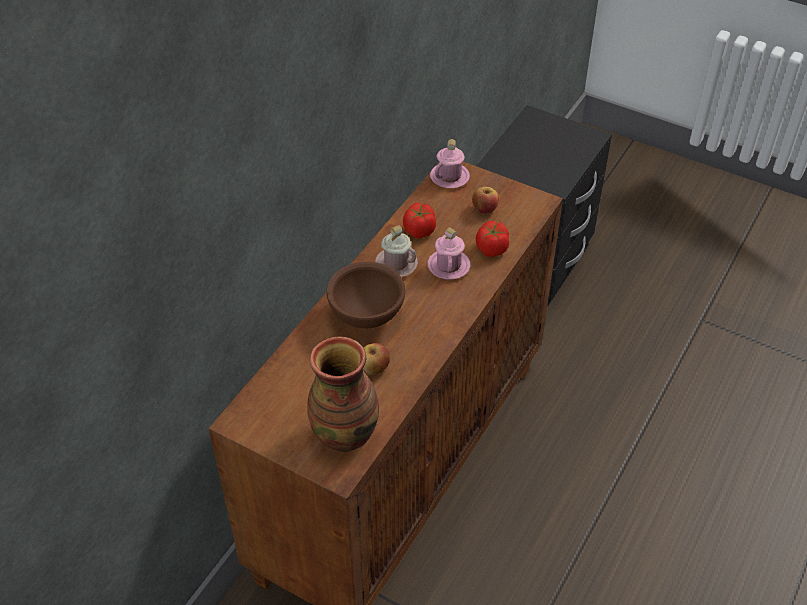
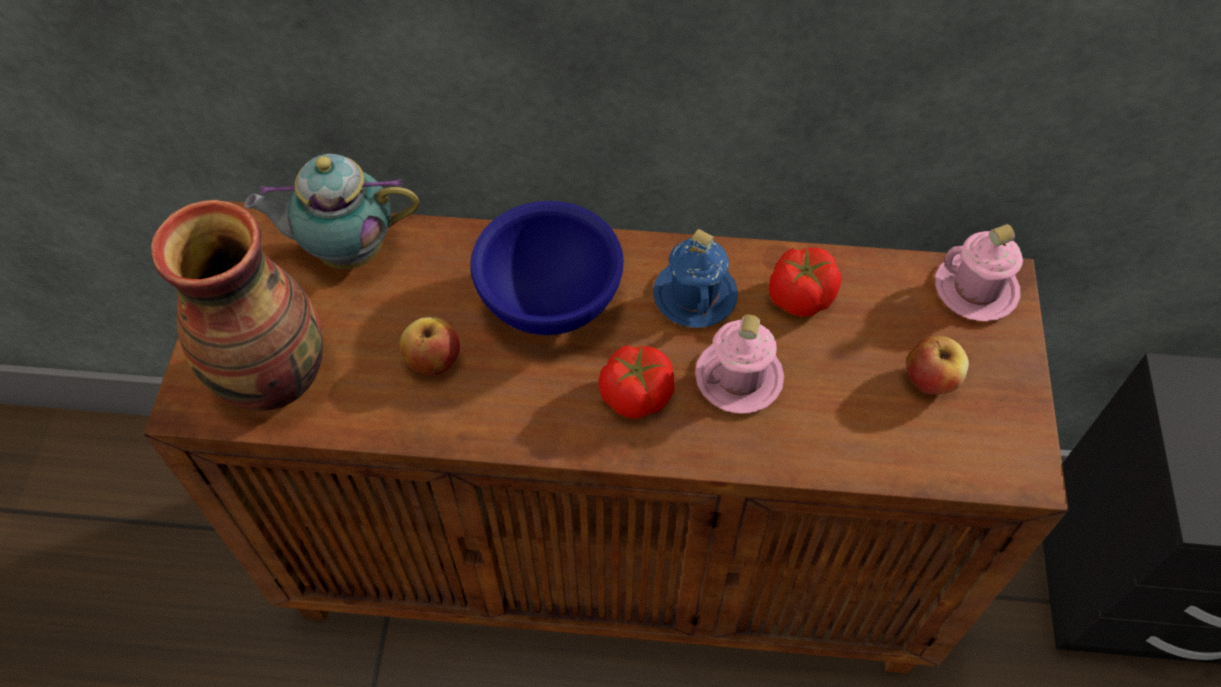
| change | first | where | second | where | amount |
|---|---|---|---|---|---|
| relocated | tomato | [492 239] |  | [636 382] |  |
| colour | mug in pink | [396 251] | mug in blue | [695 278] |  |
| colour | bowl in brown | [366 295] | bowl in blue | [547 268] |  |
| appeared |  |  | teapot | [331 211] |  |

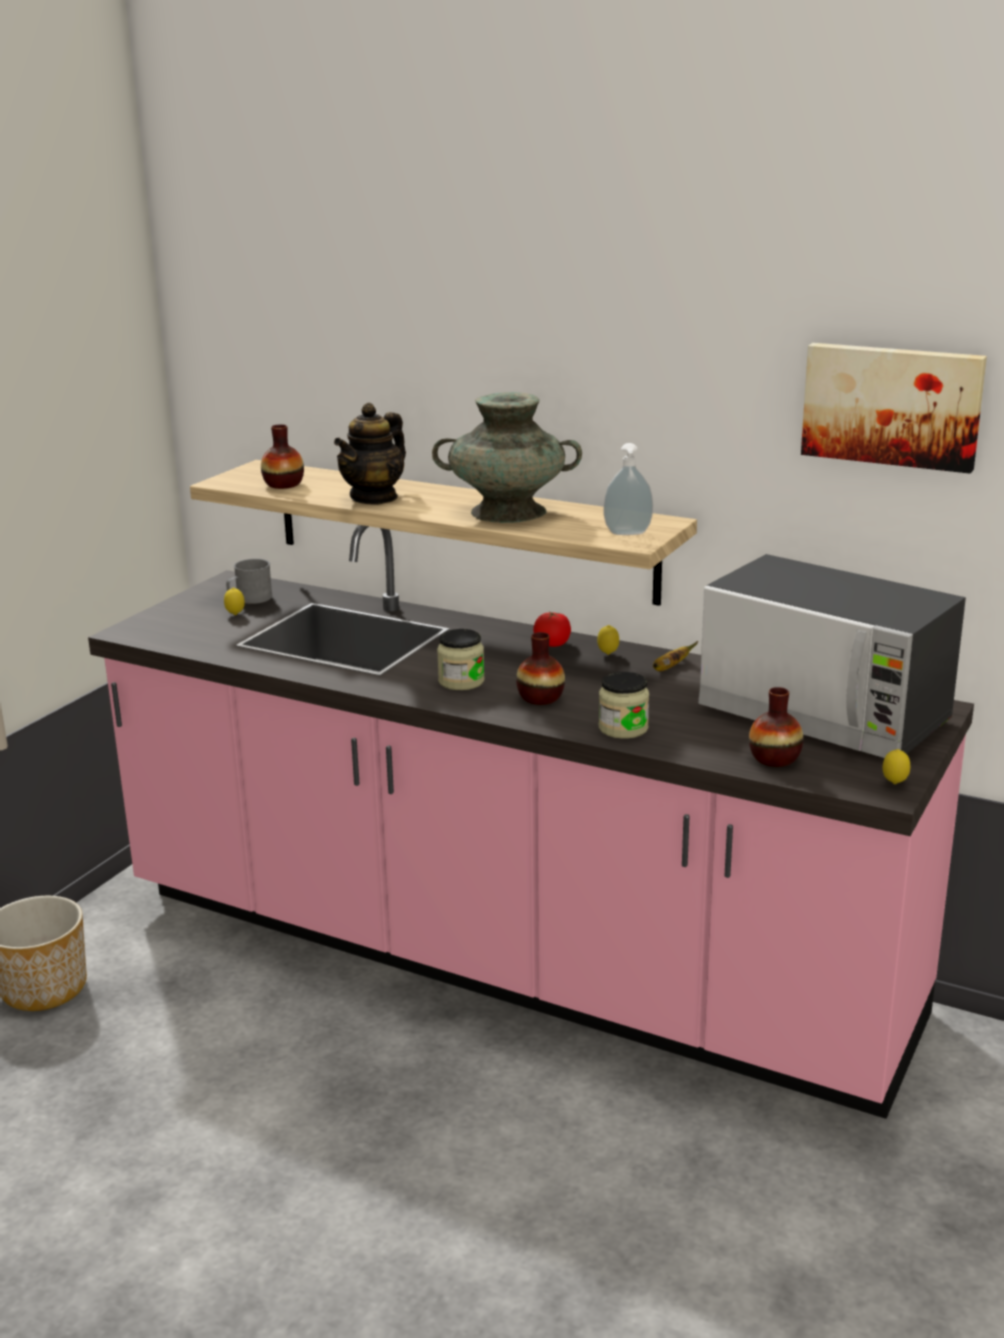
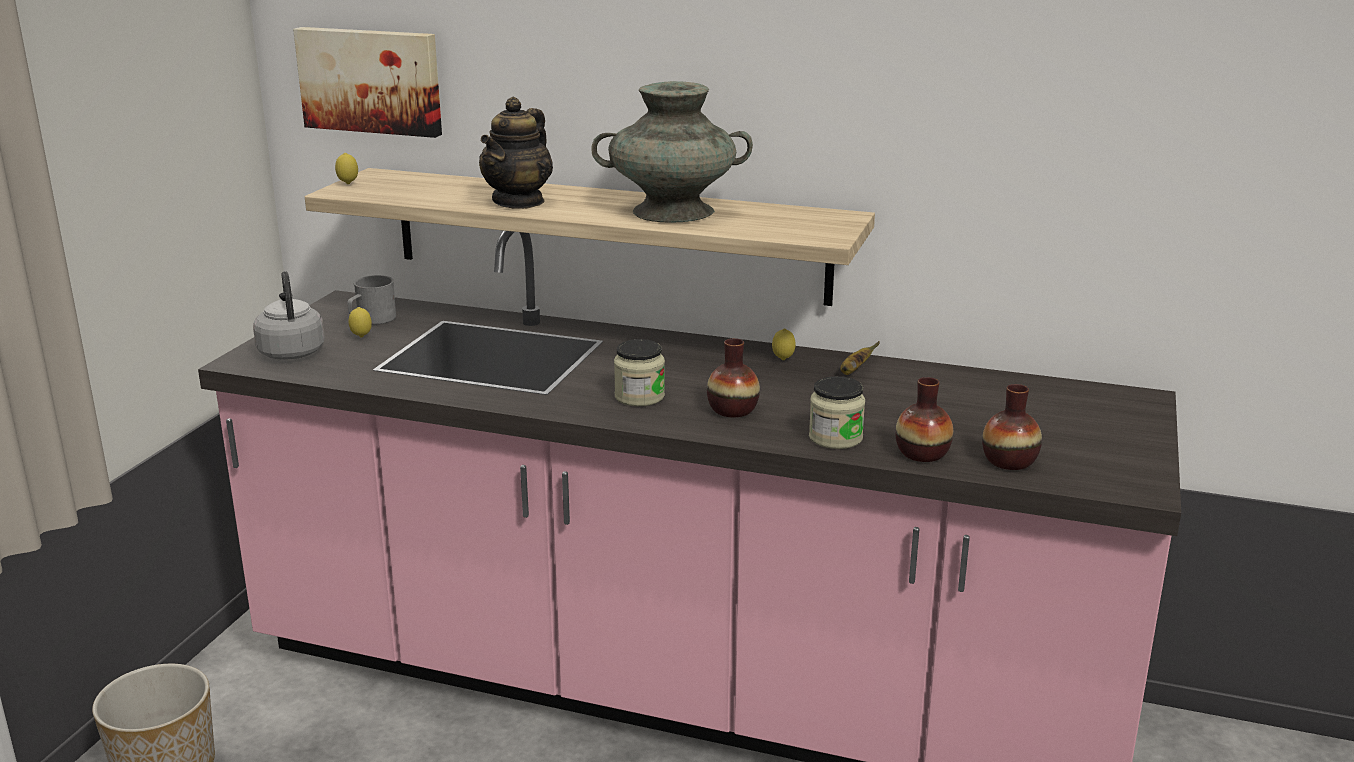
| change | first | where | second | where | amount |
|---|---|---|---|---|---|
| relocated | picture | [894 408] |  | [367 82] |  |
| relocated | vase | [282 456] |  | [924 419] |  |
| missing | soap dispenser | [628 489] |  |  |  |
| missing | microwave | [832 656] |  |  |  |
| missing | tomato | [552 629] |  |  |  |
| relocated | lemon | [896 766] |  | [346 168] |  |
| appeared |  |  | kettle in grey | [289 315] |  |

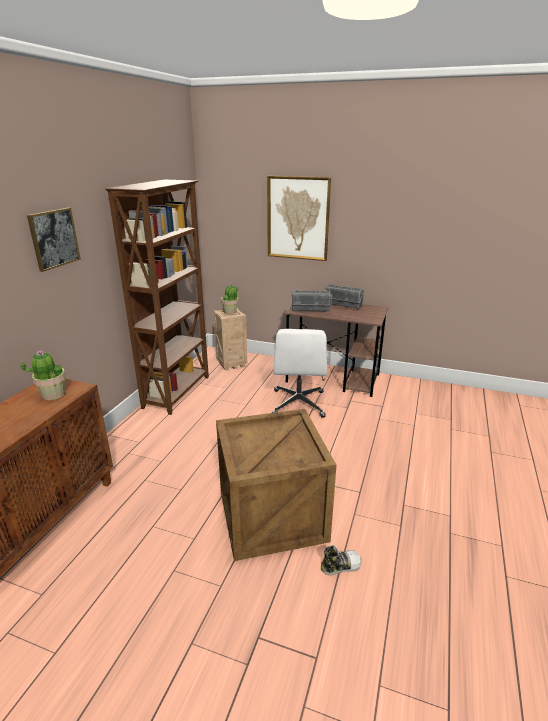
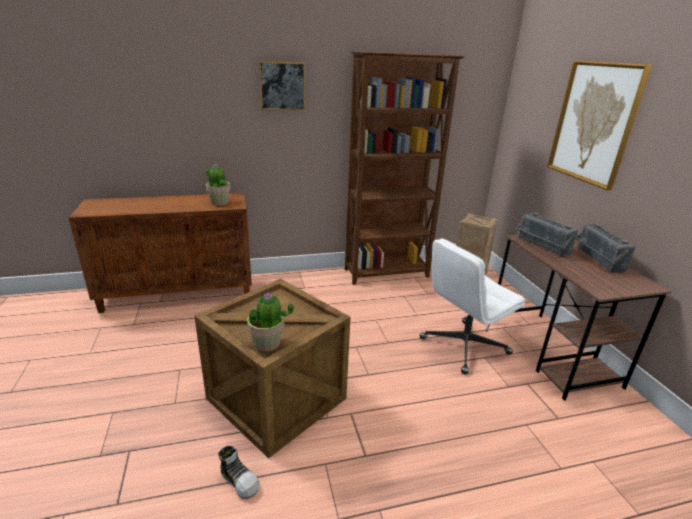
| change | first | where | second | where | amount |
|---|---|---|---|---|---|
| relocated | potted plant | [229 299] |  | [270 322] |  |

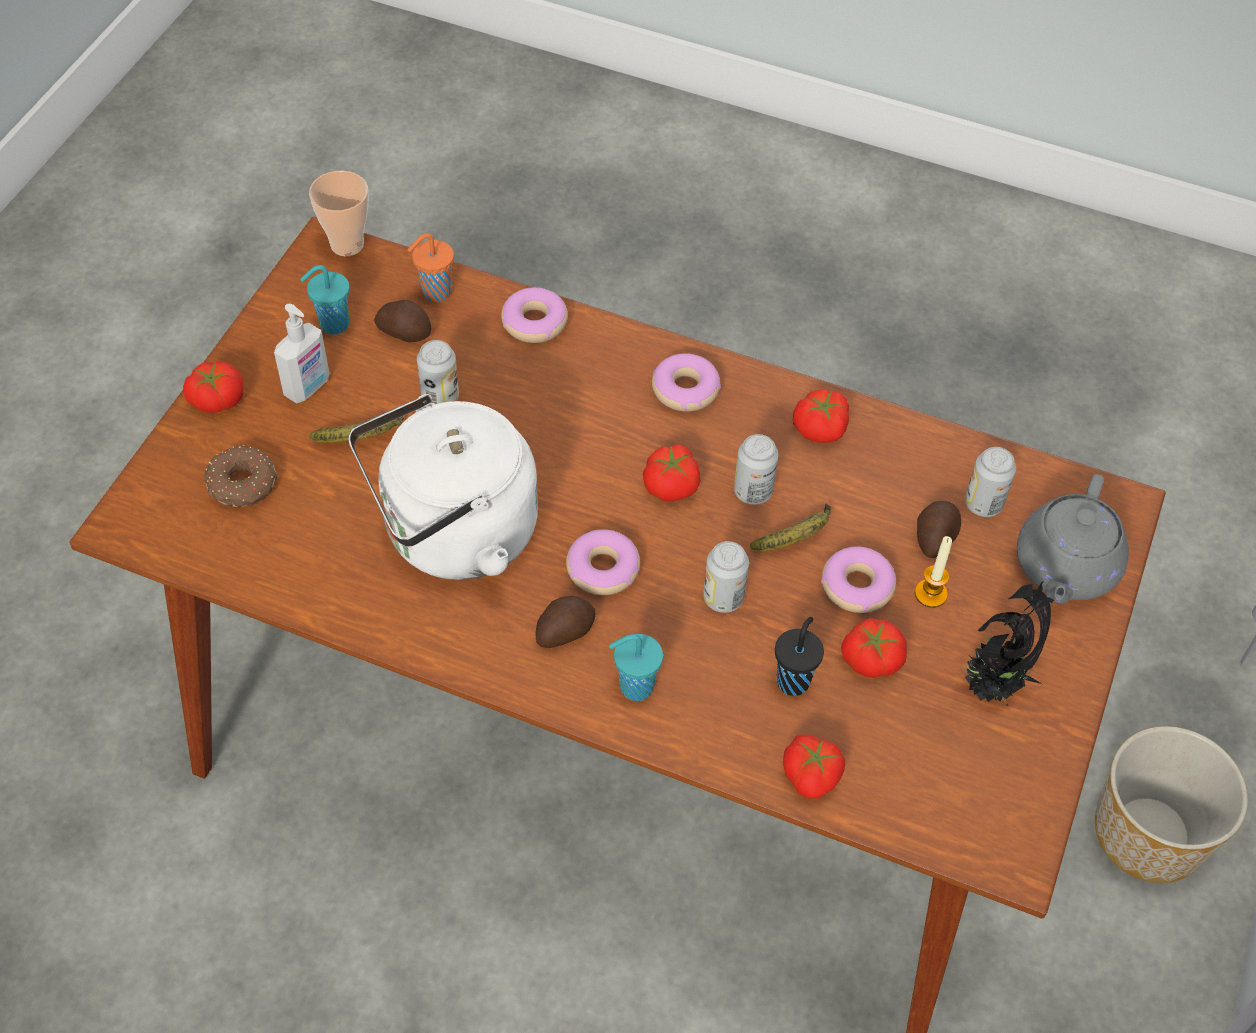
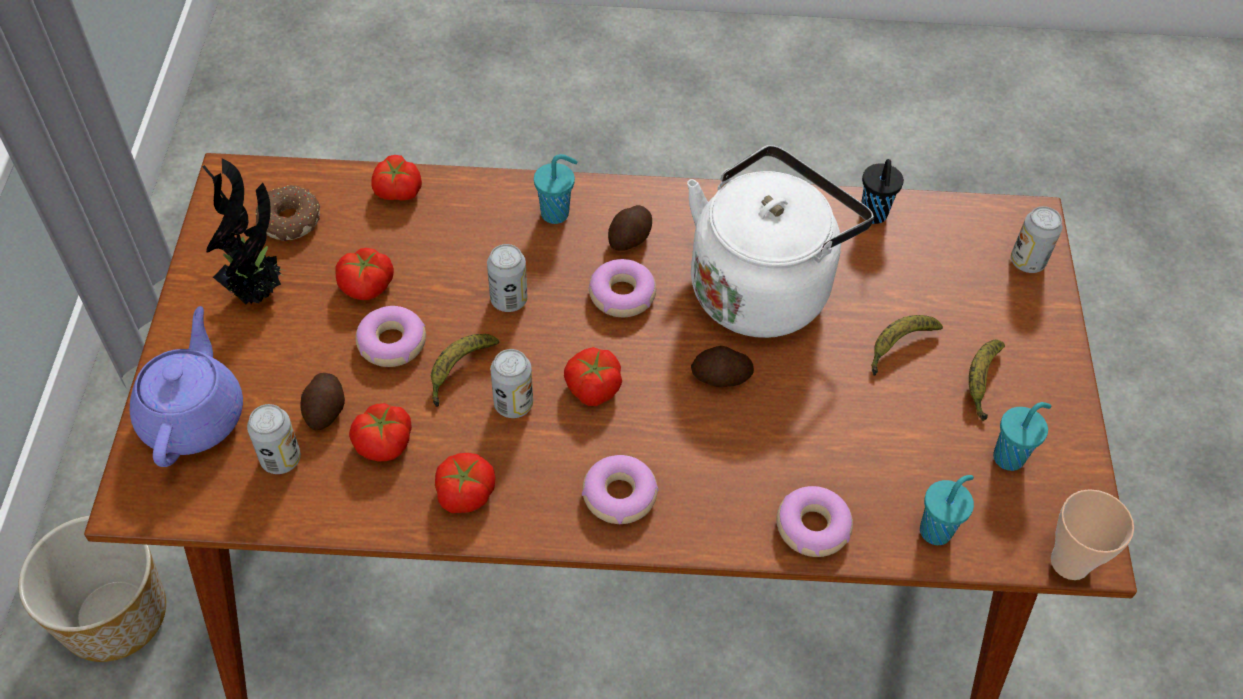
| change | first | where | second | where | amount |
|---|---|---|---|---|---|
| colour | cup in orange | [430 267] | cup in turquoise | [947 510] |  |
| relocated | potato | [402 321] |  | [722 366] |  |
| exchanged | soap dispenser | [302 354] | banana | [987 380] |  |
| relocated | can | [438 372] |  | [1037 239] |  |
| relocated | tomato | [213 387] |  | [380 432] |  |
| relocated | donut | [241 476] |  | [288 213] |  |
| colour | teapot in grey | [1073 538] | teapot in purple | [186 386] |  |
| missing | candle | [933 572] |  |  |  |
| relocated | cup in black | [799 656] |  | [882 191] |  |

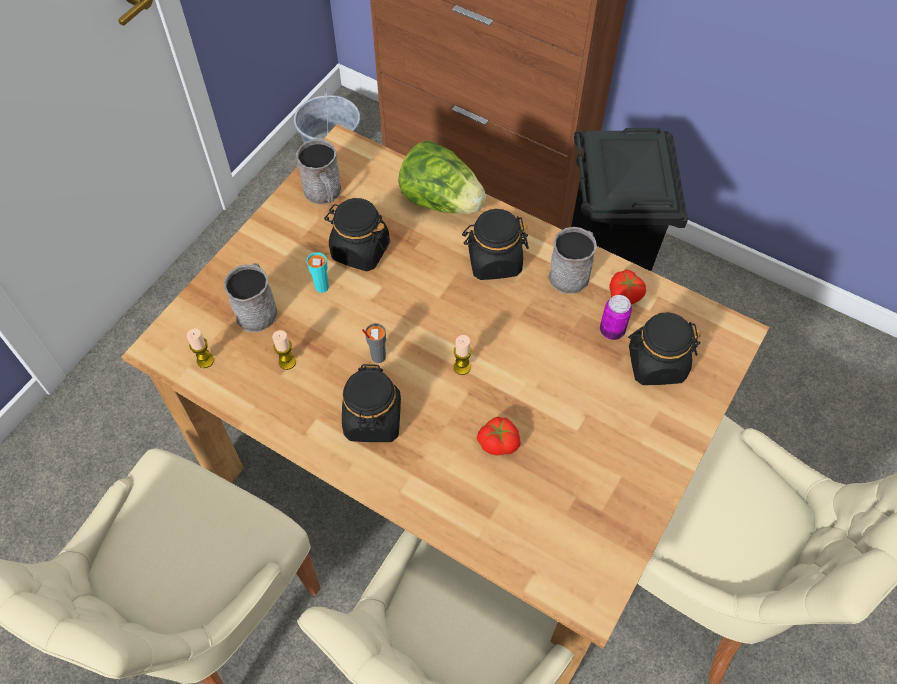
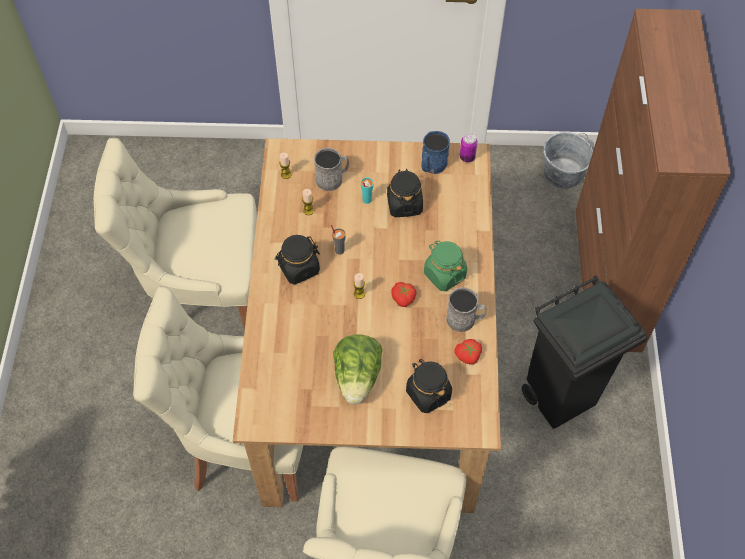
| change | first | where | second | where | amount |
|---|---|---|---|---|---|
| colour | mug in grey | [318 171] | mug in blue | [436 152] |  |
| relocated | lettuce | [442 177] |  | [358 369] |  |
| colour | jar in black | [495 244] | jar in green | [445 265] |  |
| relocated | can | [616 317] |  | [469 147] |  |
| relocated | tomato | [499 436] |  | [404 294] |  |

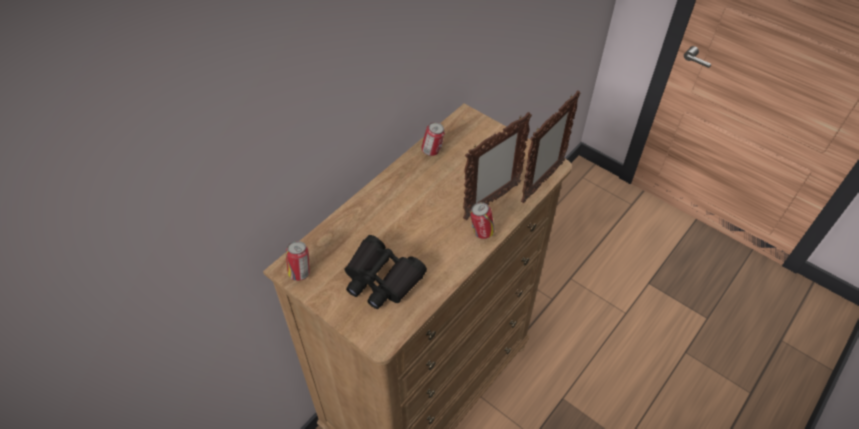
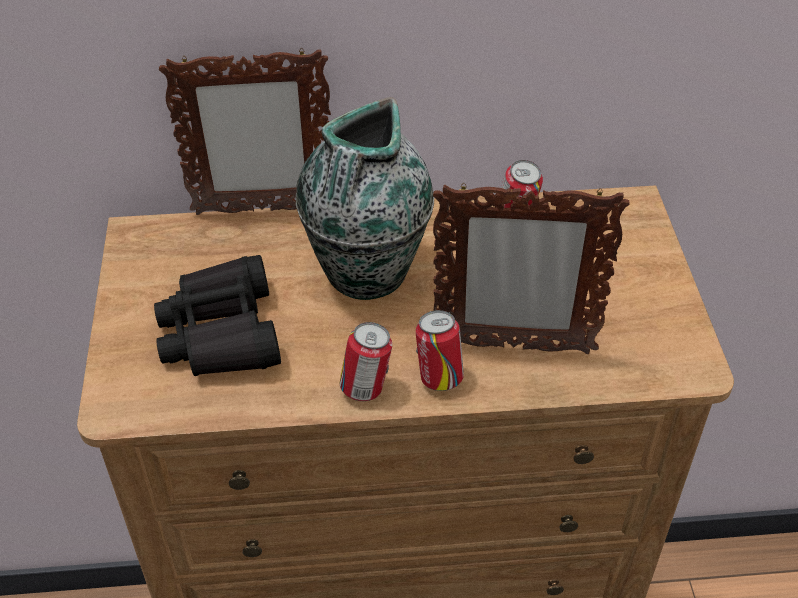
| change | first | where | second | where | amount |
|---|---|---|---|---|---|
| relocated | picture frame | [551 146] |  | [245 131] |  |
| relocated | can | [298 261] |  | [366 361] |  |
| appeared |  |  | vase | [365 198] |  |

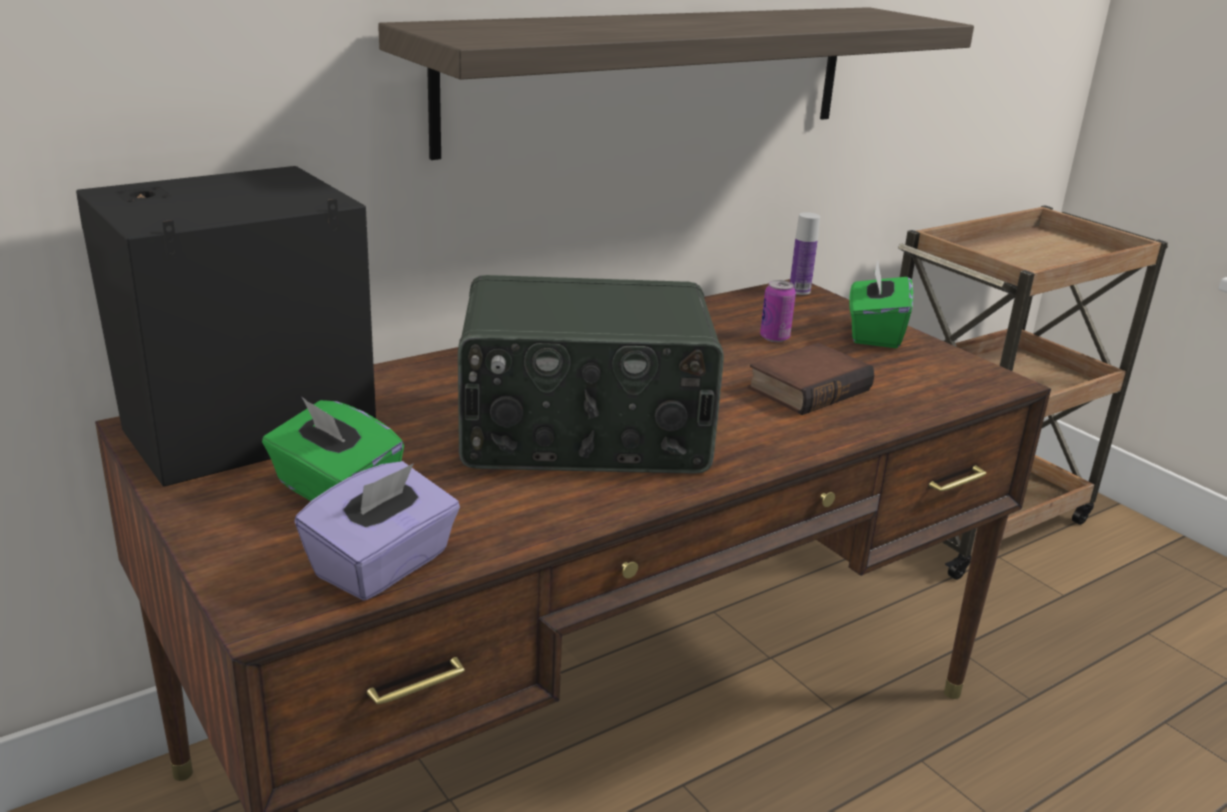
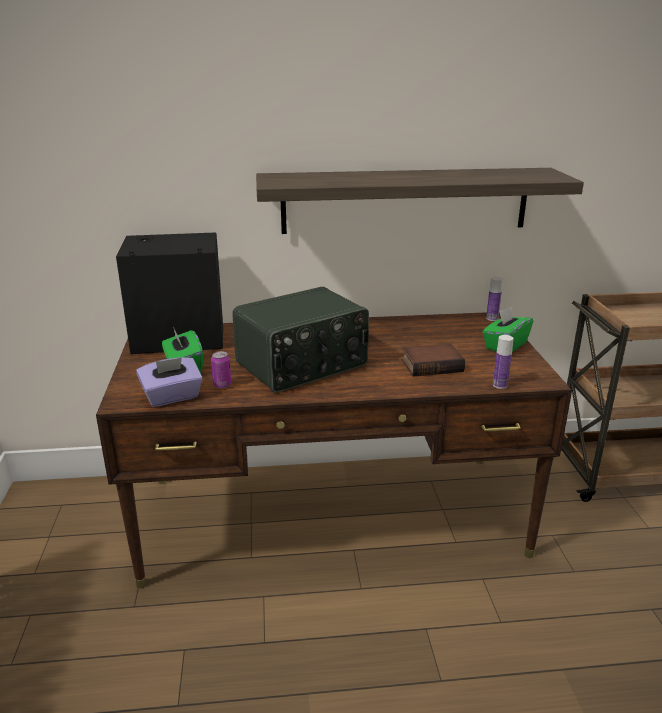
| change | first | where | second | where | amount |
|---|---|---|---|---|---|
| spun | radio | [591 374] |  | [300 340] | 60 degrees counterclockwise |
| relocated | can | [778 311] |  | [221 370] |  |
| appeared |  |  | bottle | [503 362] |  |

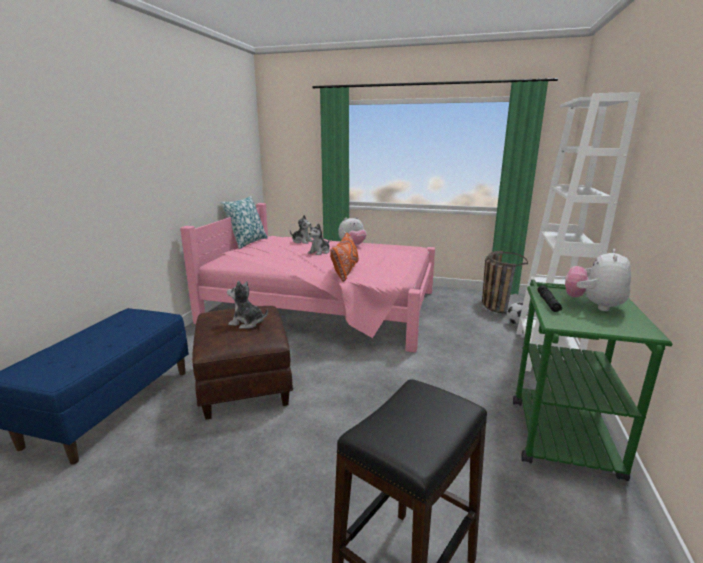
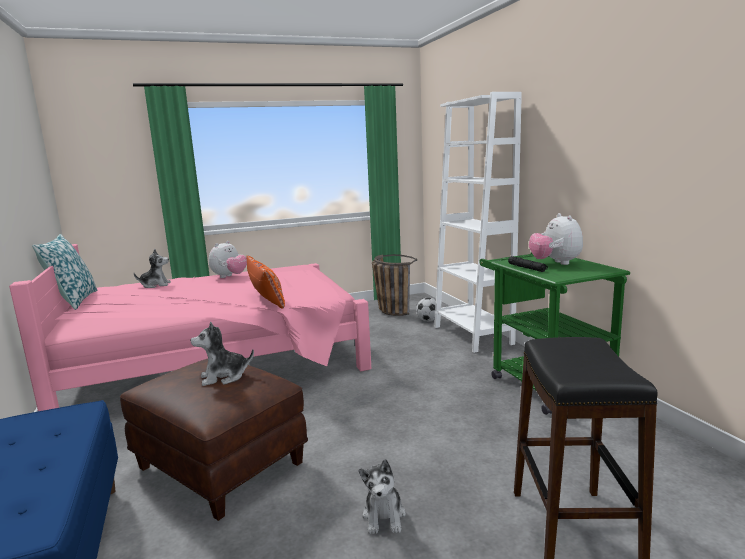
| change | first | where | second | where | amount |
|---|---|---|---|---|---|
| relocated | plush toy | [319 239] |  | [382 496] |  |

